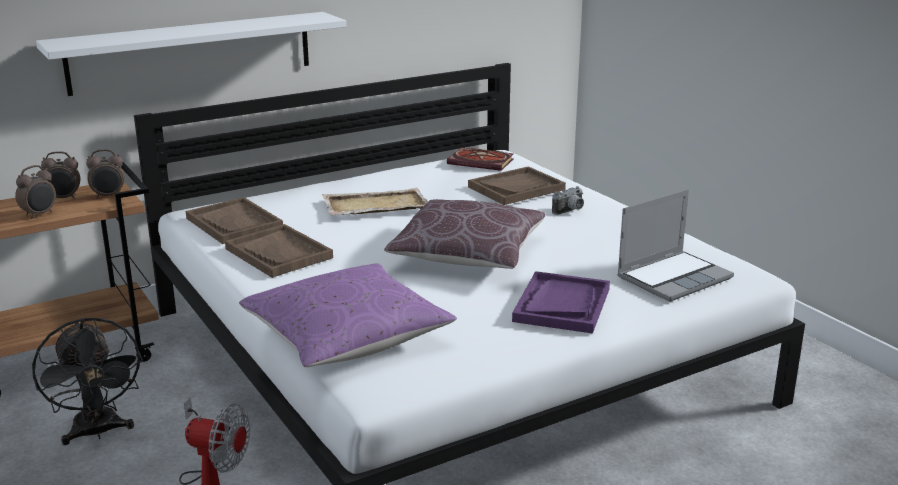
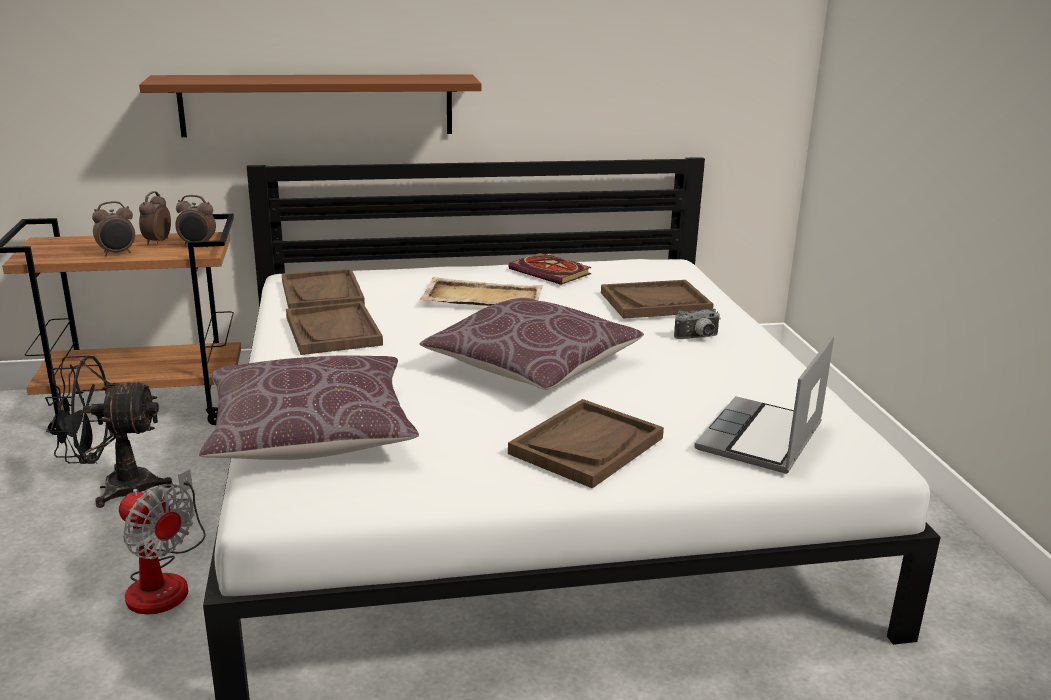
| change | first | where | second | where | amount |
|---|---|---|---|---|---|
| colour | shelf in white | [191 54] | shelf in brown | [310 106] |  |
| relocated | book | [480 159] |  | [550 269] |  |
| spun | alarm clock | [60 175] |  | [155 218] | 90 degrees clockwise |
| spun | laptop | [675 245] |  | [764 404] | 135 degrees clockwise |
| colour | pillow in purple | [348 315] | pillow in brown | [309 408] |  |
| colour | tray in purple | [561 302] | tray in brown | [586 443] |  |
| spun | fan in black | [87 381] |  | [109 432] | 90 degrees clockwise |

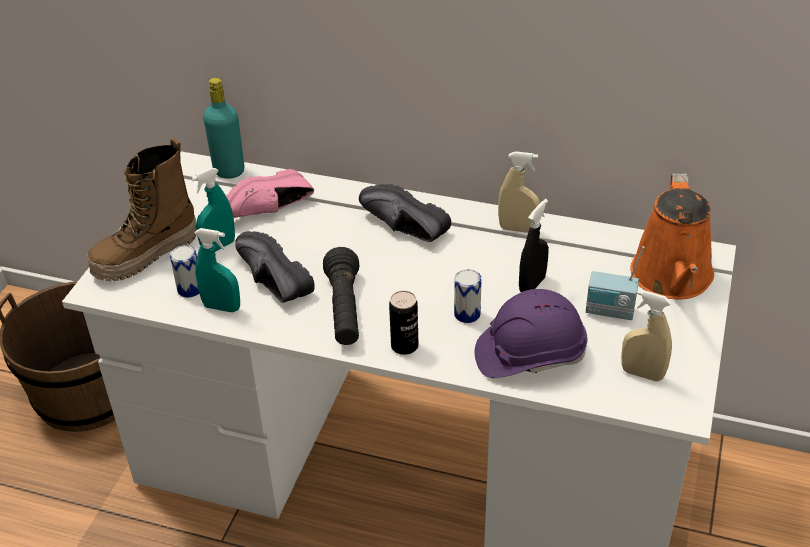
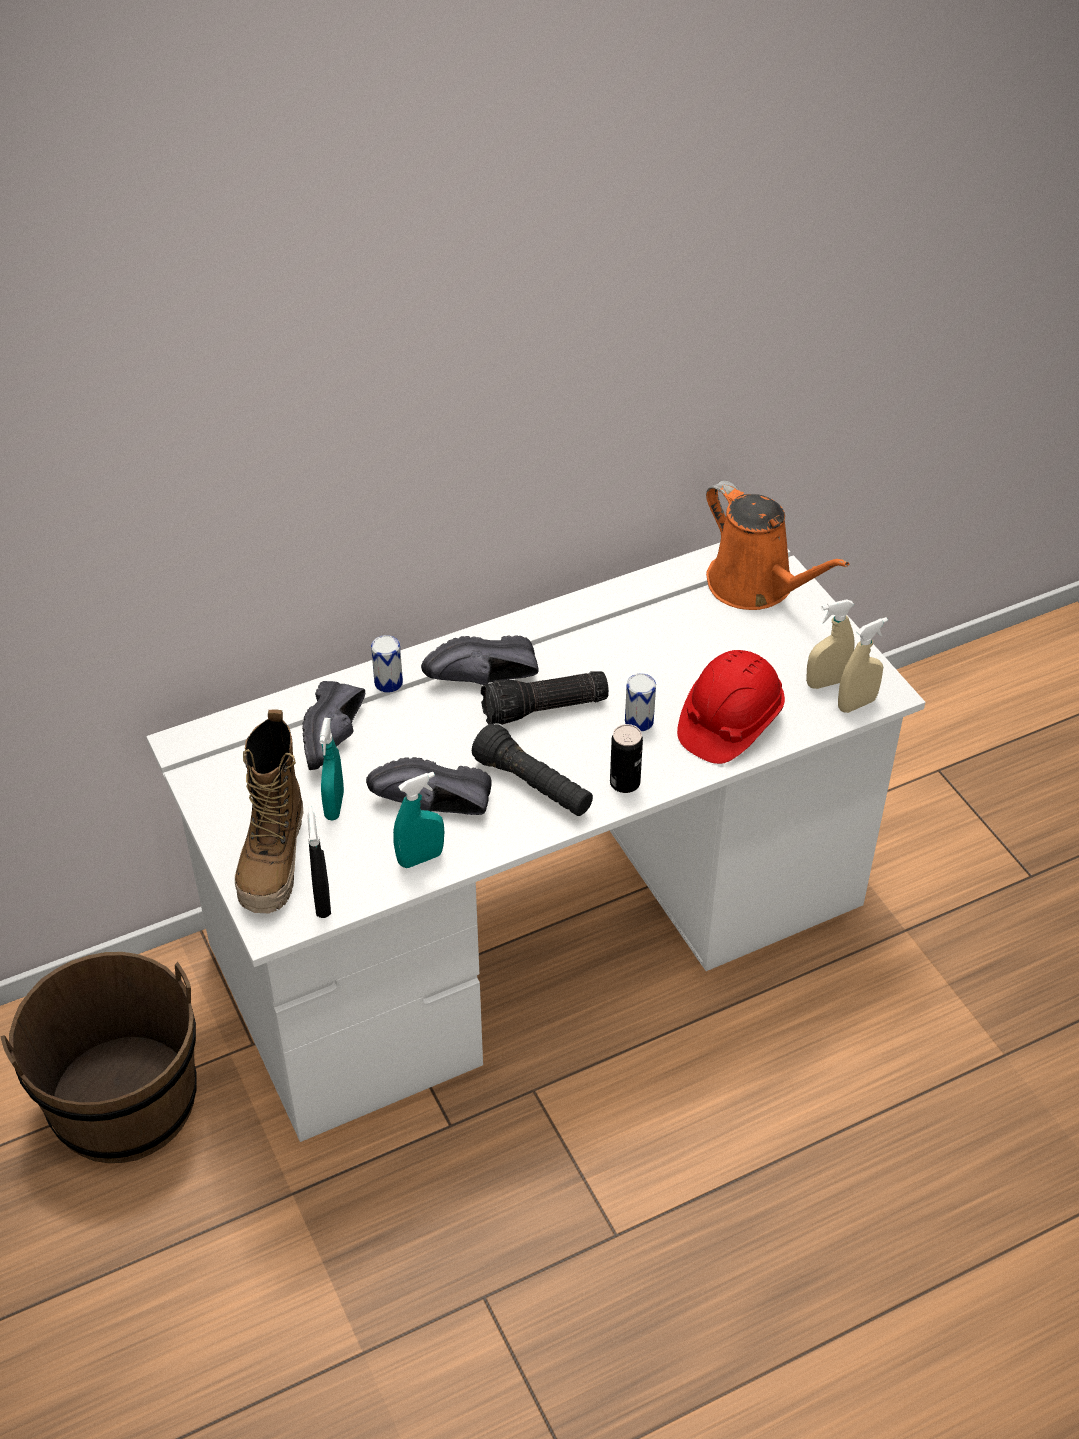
| change | first | where | second | where | amount |
|---|---|---|---|---|---|
| missing | bottle in turquoise | [224 128] |  |  |  |
| relocated | spray bottle in beige | [519 192] |  | [863 665] |  |
| colour | shoe in pink | [270 193] | shoe in black | [333 725] |  |
| relocated | spray bottle in black | [534 245] |  | [319 862] |  |
| relocated | can | [184 271] |  | [387 664] |  |
| missing | radio | [615 283] |  |  |  |
| colour | hard hat in purple | [530 333] | hard hat in red | [731 707] |  |
| appeared |  |  | flashlight | [545 698] |  |

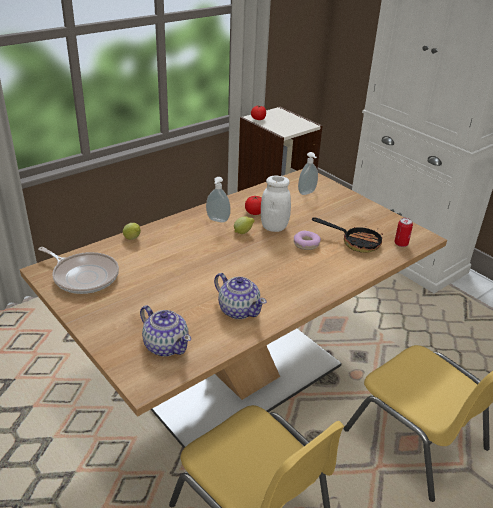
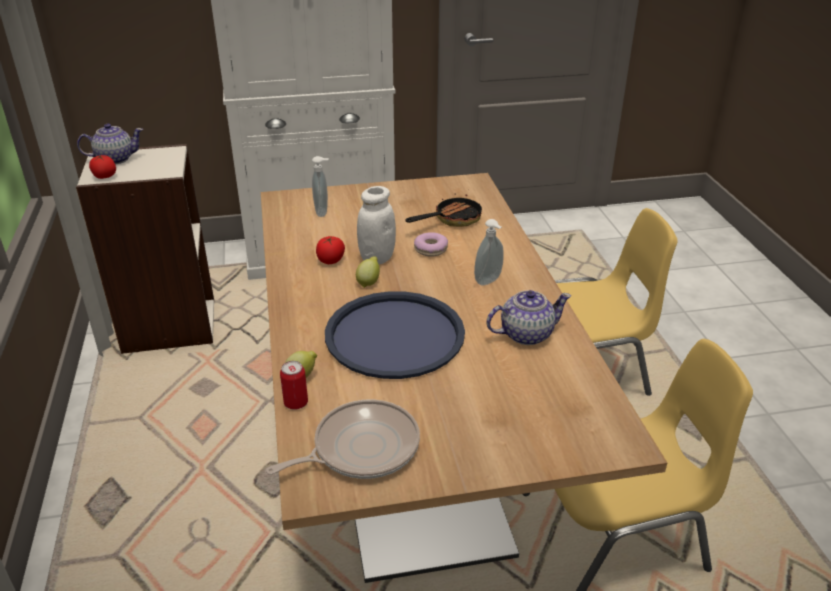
| change | first | where | second | where | amount |
|---|---|---|---|---|---|
| relocated | soap dispenser | [218 200] |  | [489 252] |  |
| relocated | can | [403 232] |  | [294 385] |  |
| relocated | teapot | [165 330] |  | [110 144] |  |
| appeared |  |  | tray in blue | [395 335] |  |

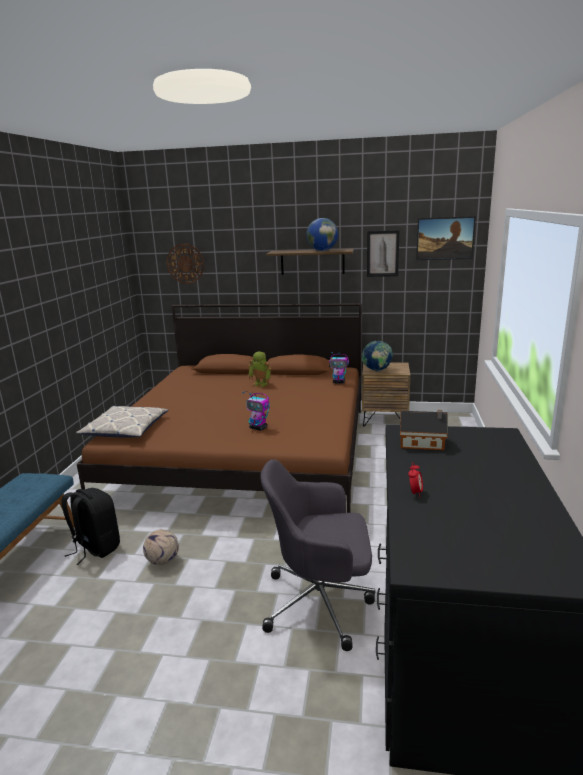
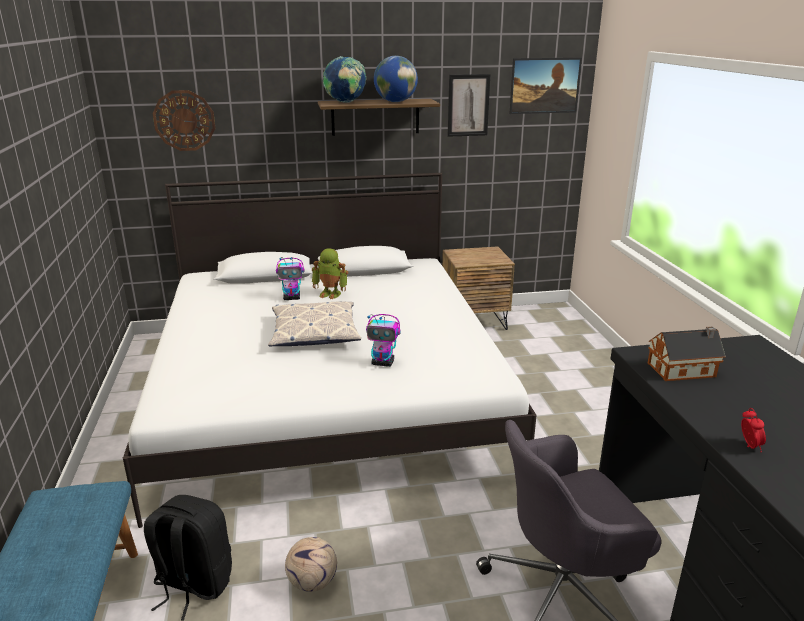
| change | first | where | second | where | amount |
|---|---|---|---|---|---|
| colour | bed in brown | [219 408] | bed in white | [330 350] |  |
| relocated | globe | [377 356] |  | [345 79] |  |
| relocated | toy robot | [339 368] |  | [290 278] |  |
| relocated | pillow | [122 422] |  | [314 324] |  |

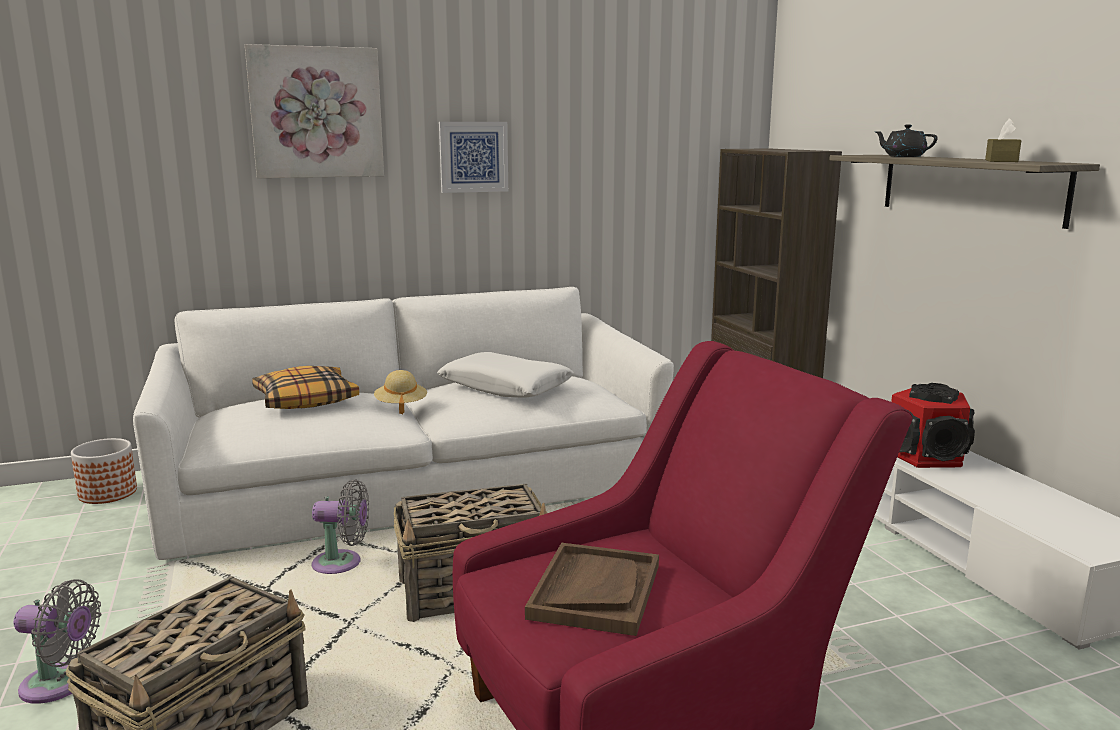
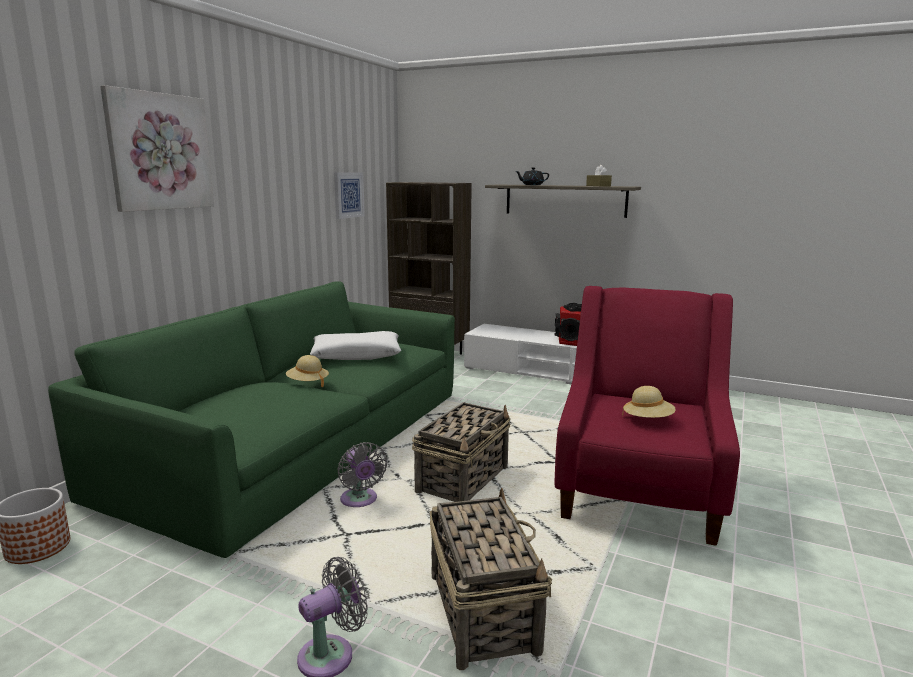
| change | first | where | second | where | amount |
|---|---|---|---|---|---|
| relocated | picture | [473 157] |  | [349 195] |  |
| colour | sofa in white | [403 423] | sofa in green | [251 419] |  |
| missing | pillow | [305 387] |  |  |  |
| spun | fan in grey | [340 527] |  | [362 474] | 105 degrees clockwise |
| exchanged | tray in brown | [592 589] | hat in beige | [649 402] |  |

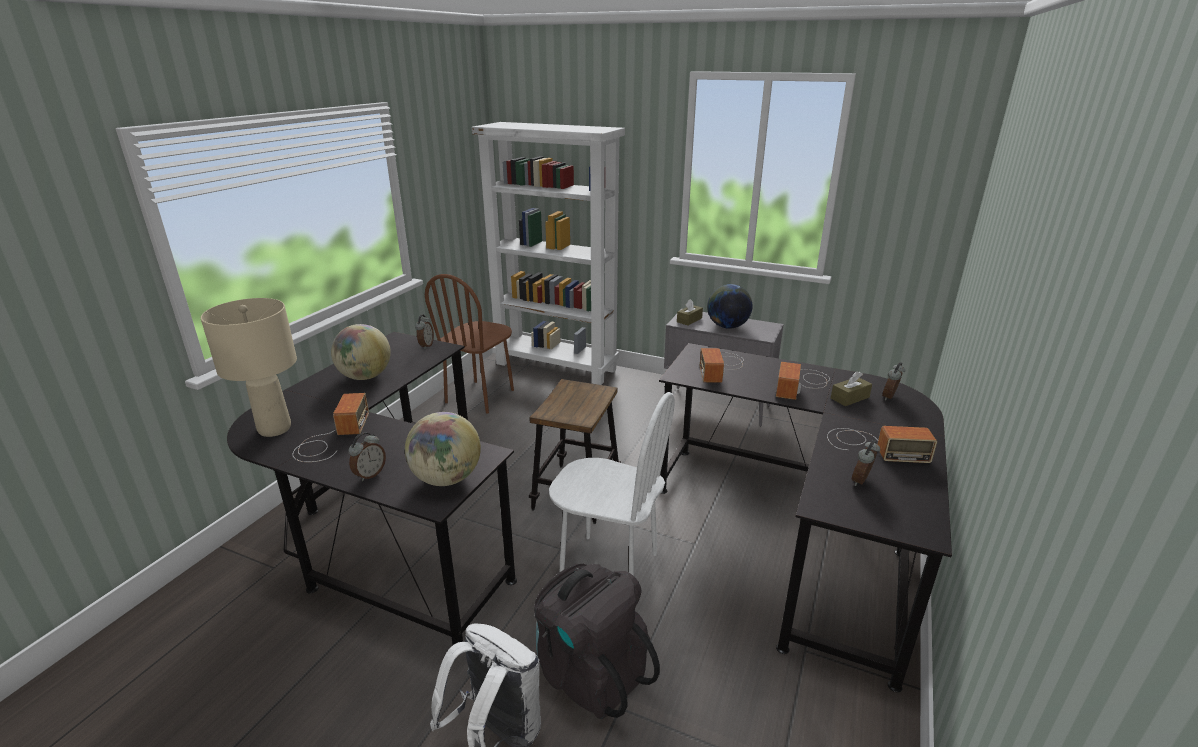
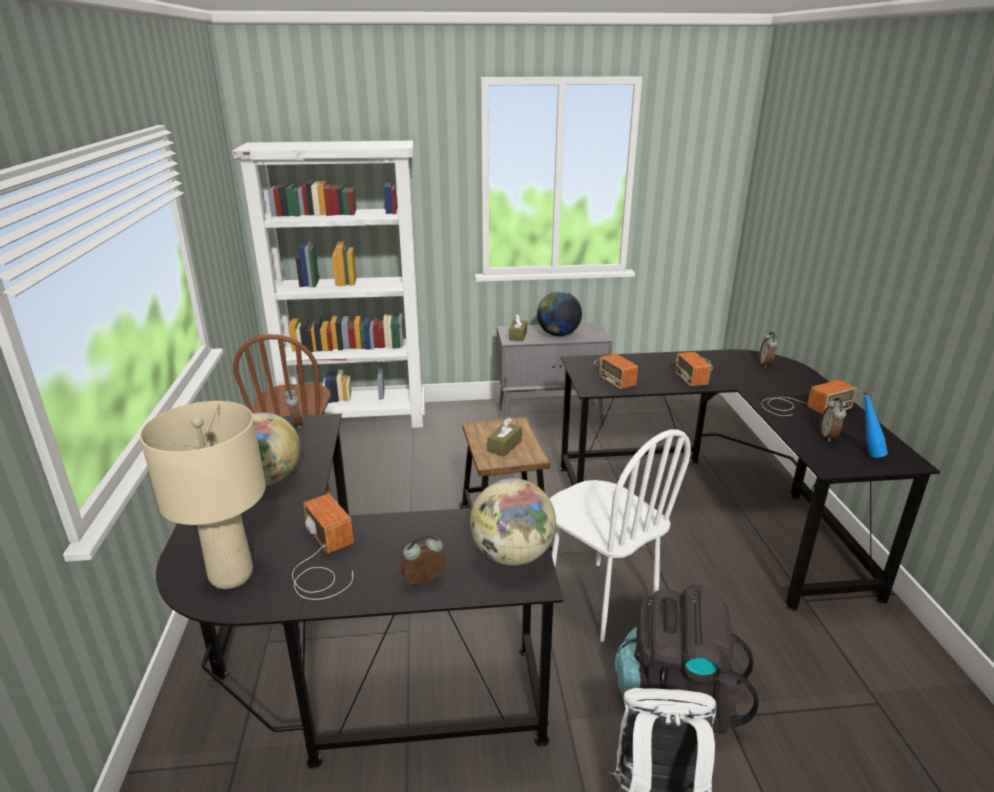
| change | first | where | second | where | amount |
|---|---|---|---|---|---|
| relocated | tissue box in brown | [851 388] |  | [504 437] |  |
| spun | chair in white | [612 484] |  | [620 535] | 60 degrees clockwise |
| spun | alarm clock | [367 456] |  | [423 560] | 120 degrees counterclockwise |
| appeared |  |  | bottle in blue | [875 424] |  |

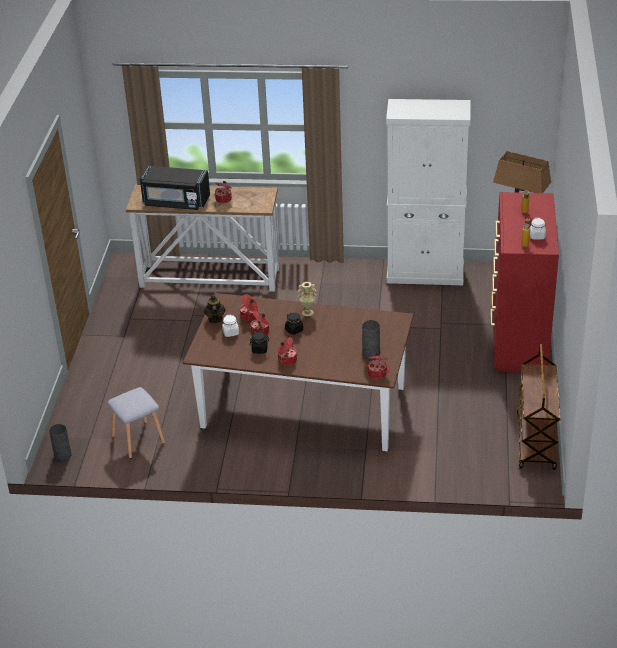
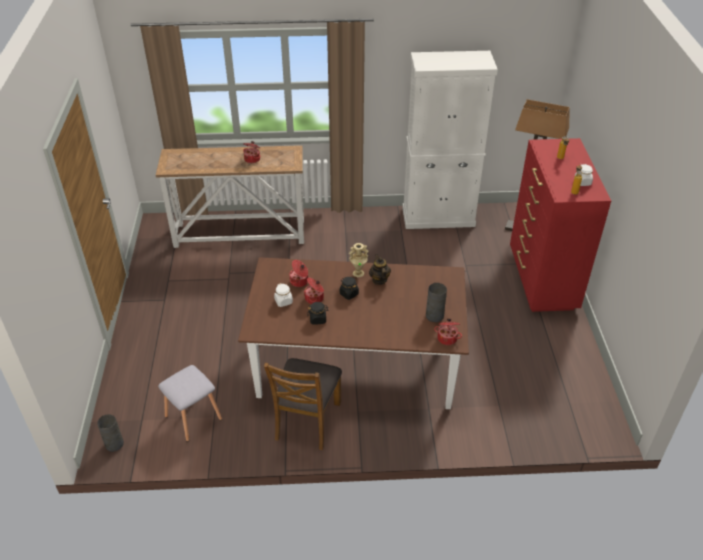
| change | first | where | second | where | amount |
|---|---|---|---|---|---|
| missing | microwave in black | [175 188] |  |  |  |
| relocated | teapot | [215 308] |  | [380 269] |  |
| missing | cooking pot | [287 351] |  |  |  |
| missing | cart in brown | [539 407] |  |  |  |
| appeared |  |  | chair in brown | [303 404] |  |

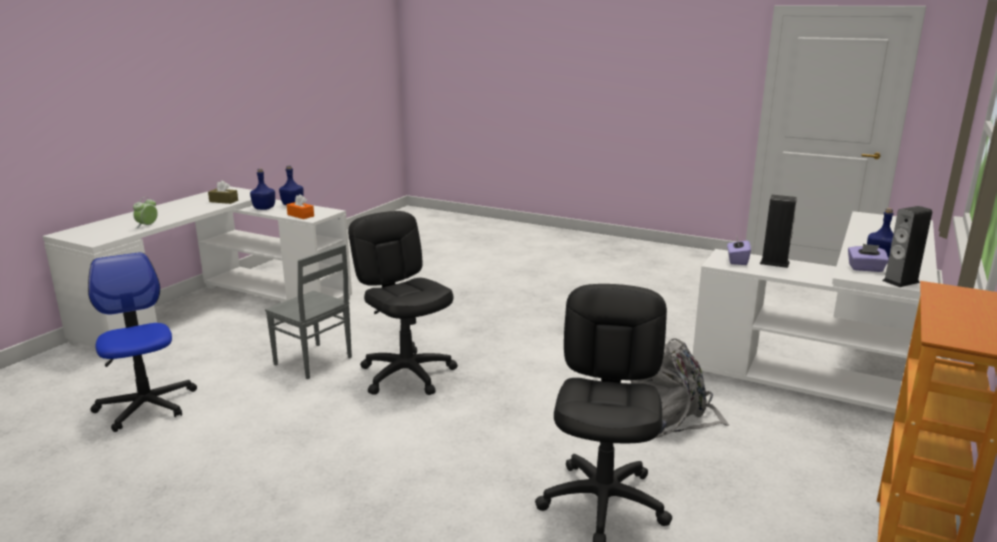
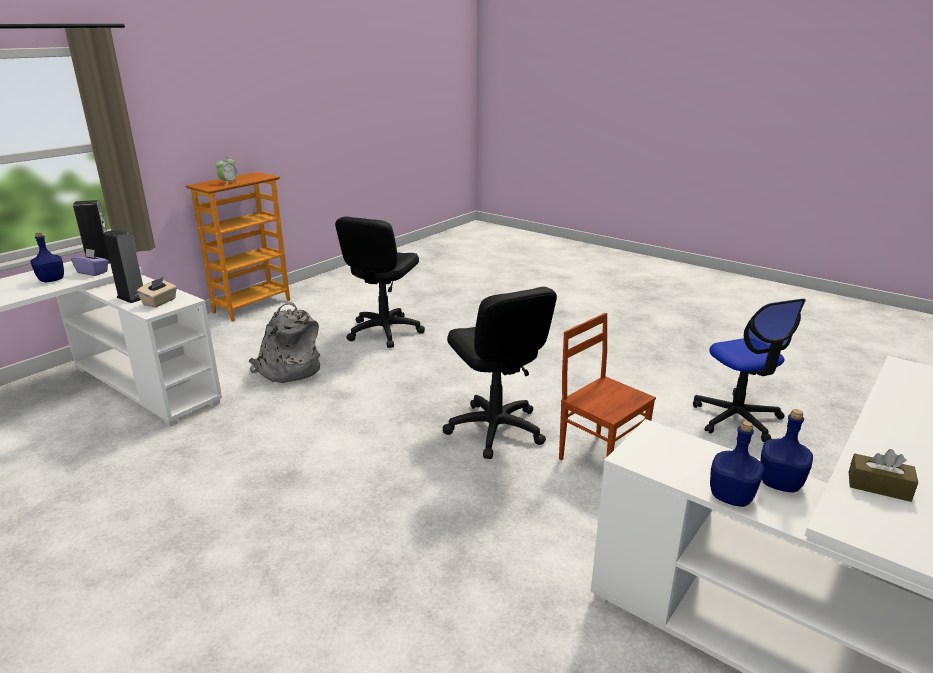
| change | first | where | second | where | amount |
|---|---|---|---|---|---|
| missing | tissue box in orange | [300 206] |  |  |  |
| relocated | alarm clock | [145 213] |  | [226 170] |  |
| colour | tissue box in purple | [739 251] | tissue box in beige | [157 292] |  |
| colour | chair in grey | [308 311] | chair in brown | [607 386] |  |

